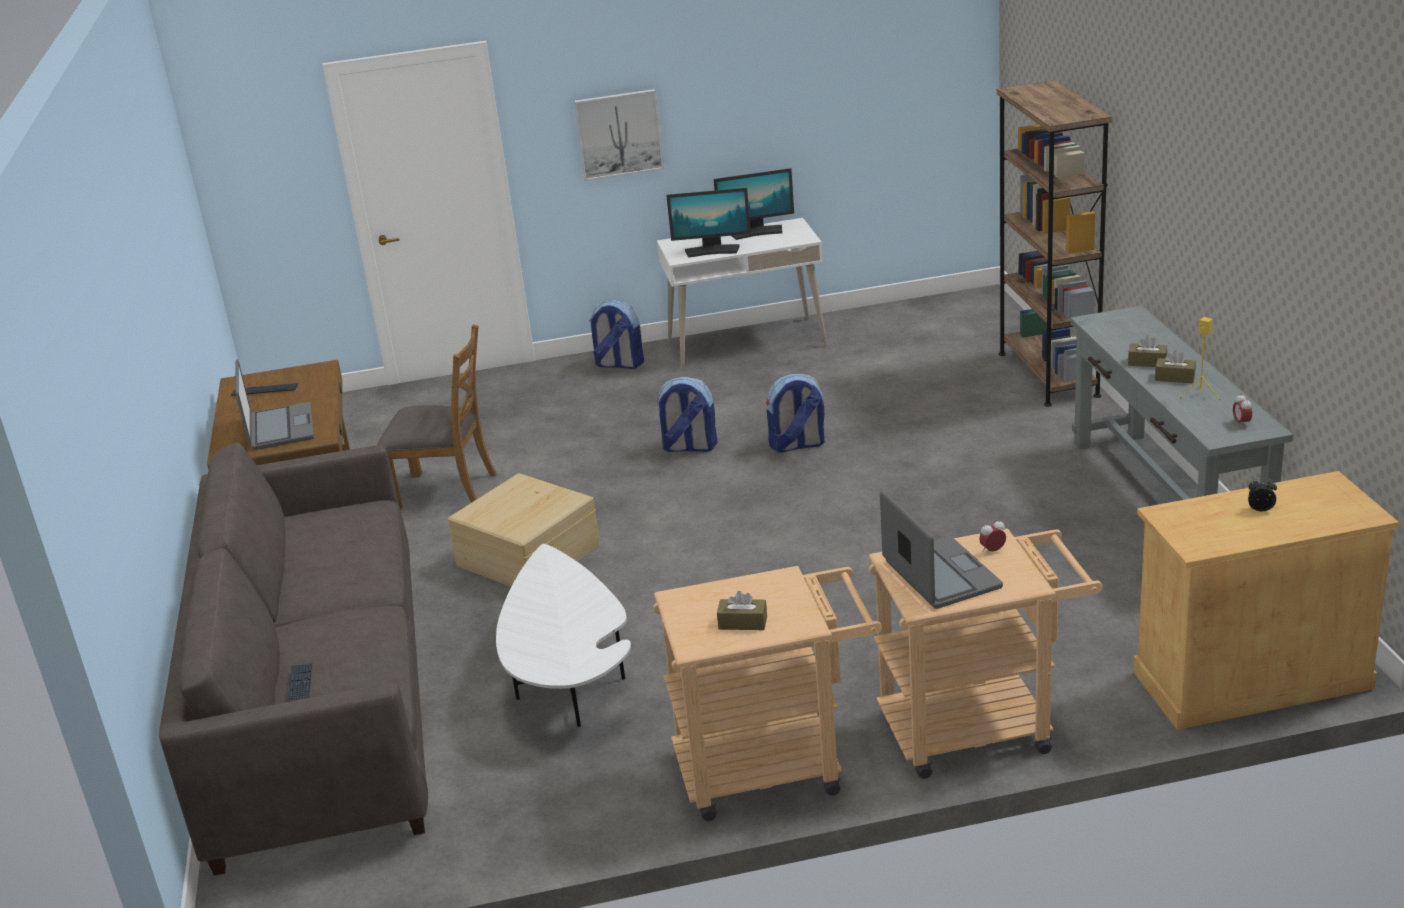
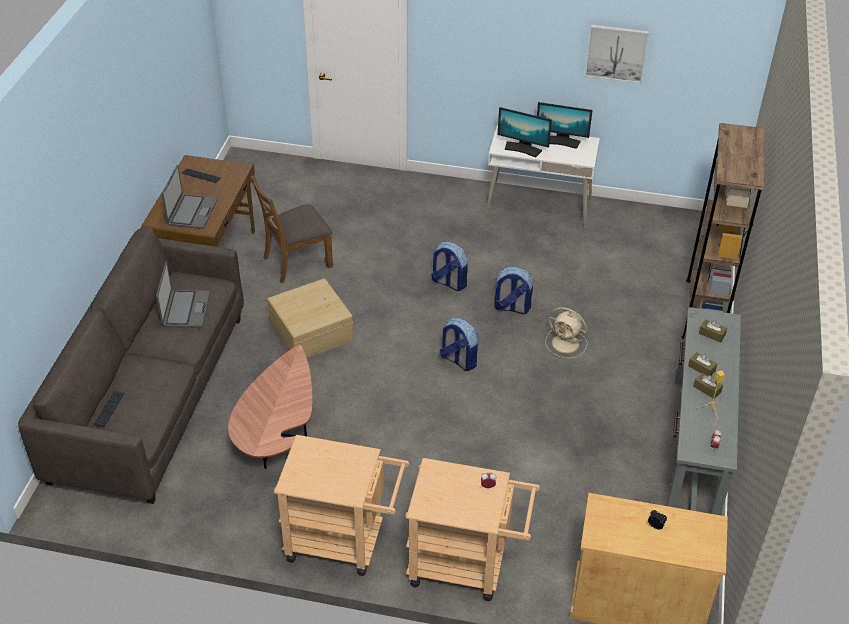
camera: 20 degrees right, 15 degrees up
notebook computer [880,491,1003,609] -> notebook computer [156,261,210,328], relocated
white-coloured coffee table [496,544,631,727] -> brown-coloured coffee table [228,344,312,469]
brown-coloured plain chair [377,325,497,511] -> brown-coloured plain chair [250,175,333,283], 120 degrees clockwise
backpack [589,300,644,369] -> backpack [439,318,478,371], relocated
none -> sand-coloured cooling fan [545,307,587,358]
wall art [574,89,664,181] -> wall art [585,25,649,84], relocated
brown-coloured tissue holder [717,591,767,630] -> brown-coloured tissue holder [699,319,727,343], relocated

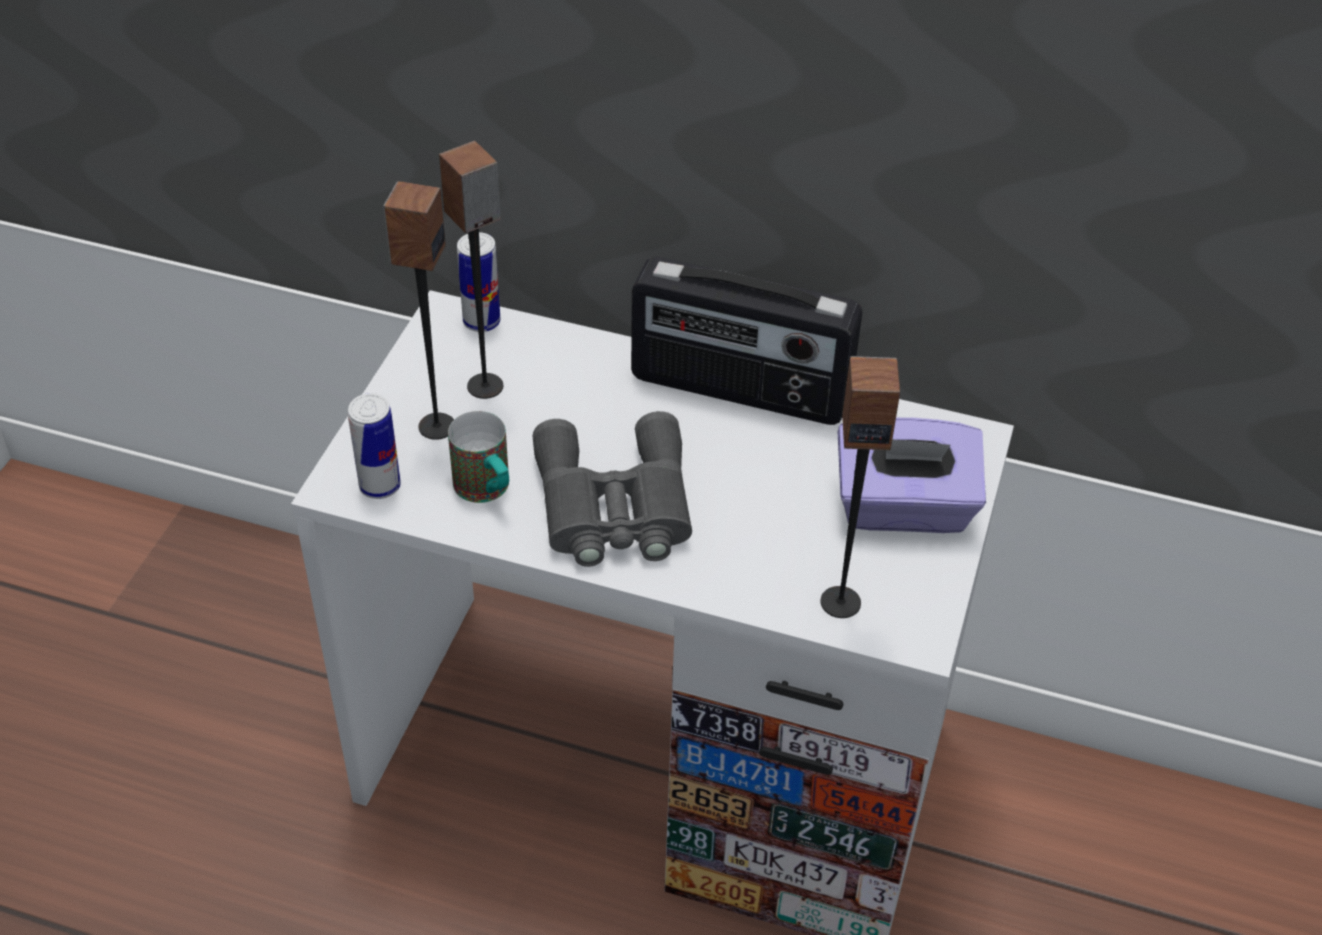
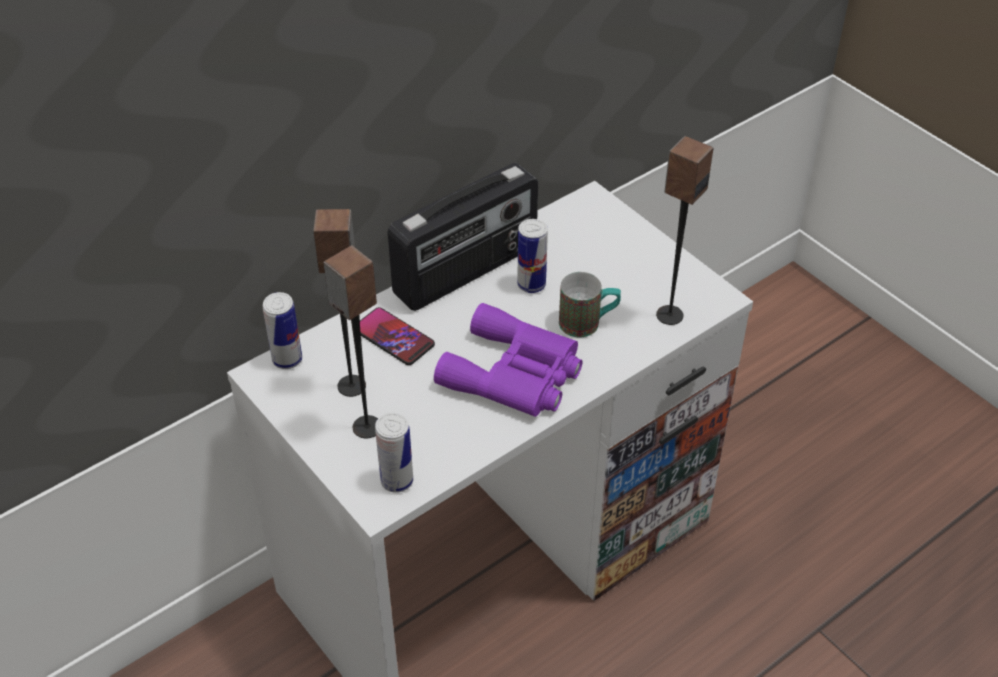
camera: 55 degrees left, 0 degrees up
none -> handset [360,307,435,365]
gray pair of binoculars [533,411,692,567] -> purple pair of binoculars [434,303,582,417]
none -> sealed can [517,219,548,293]
mug [448,411,509,503] -> mug [559,272,621,337], relocated
purple tissue holder [838,417,986,533] -> none

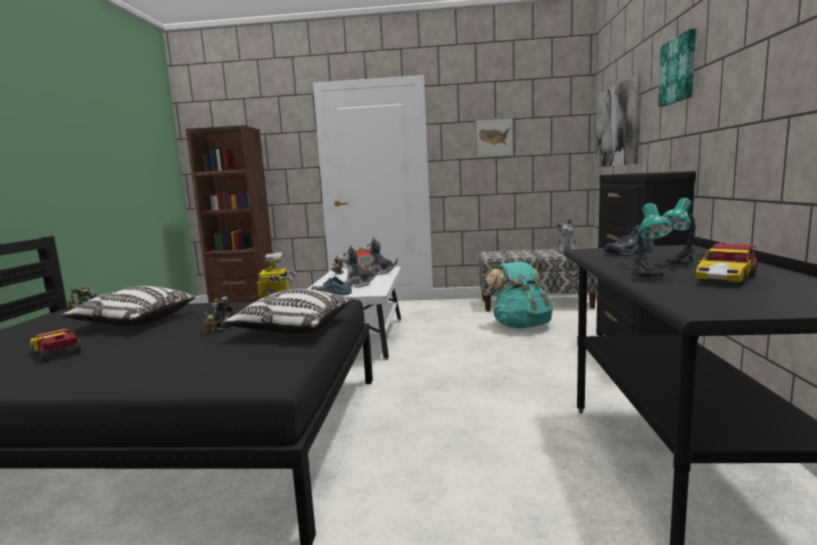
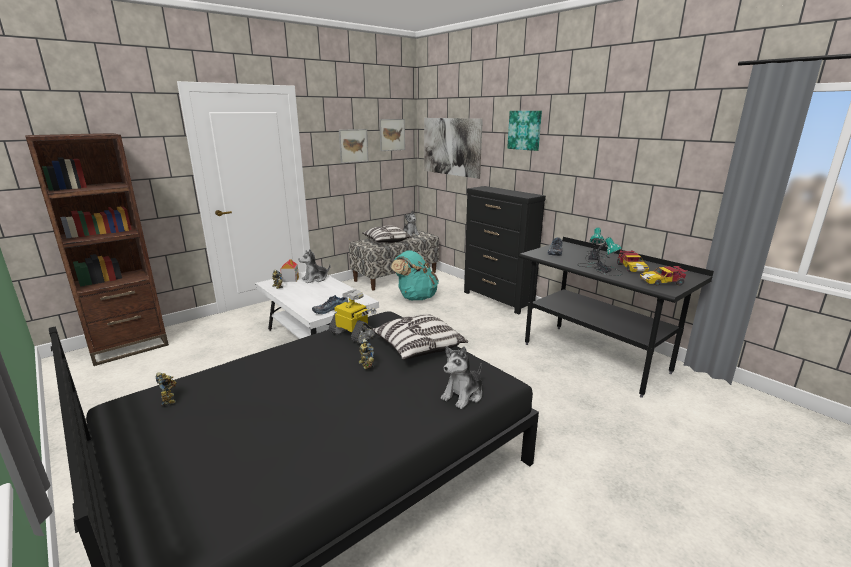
camera: 45 degrees left, 10 degrees up
pillow [61,286,196,326] -> pillow [362,225,412,243], relocated
none -> wall art [379,119,405,151]
soft toy [337,245,378,288] -> soft toy [441,346,482,409], relocated
miniature car [29,329,81,361] -> miniature car [640,266,688,286], relocated

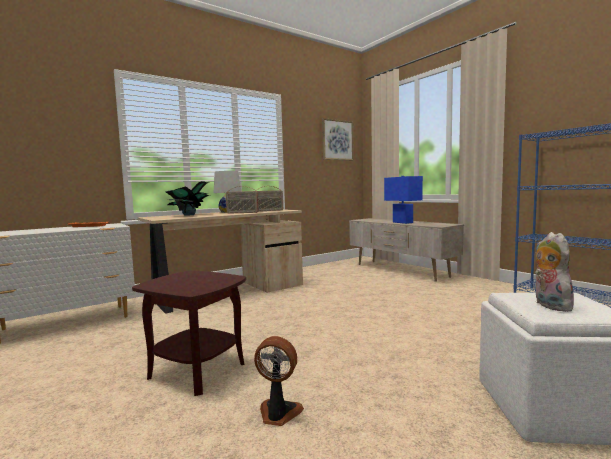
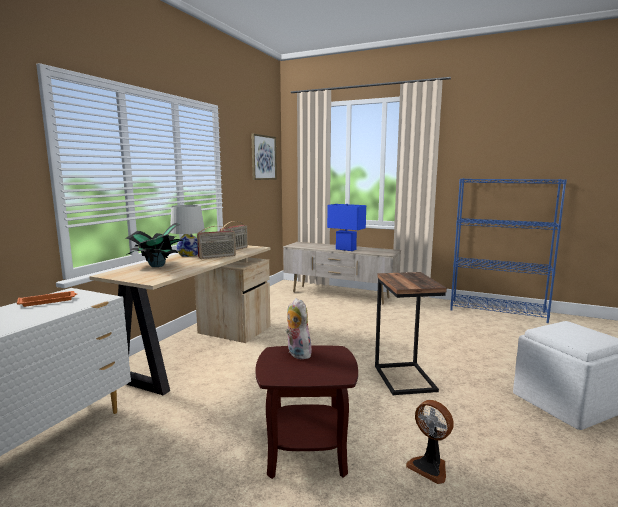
camera: 30 degrees left, 5 degrees up
soft toy [535,232,578,312] -> soft toy [286,298,312,359], relocated
none -> end table [375,272,447,395]
cooling fan [254,336,304,426] -> cooling fan [406,400,454,484], 120 degrees counterclockwise

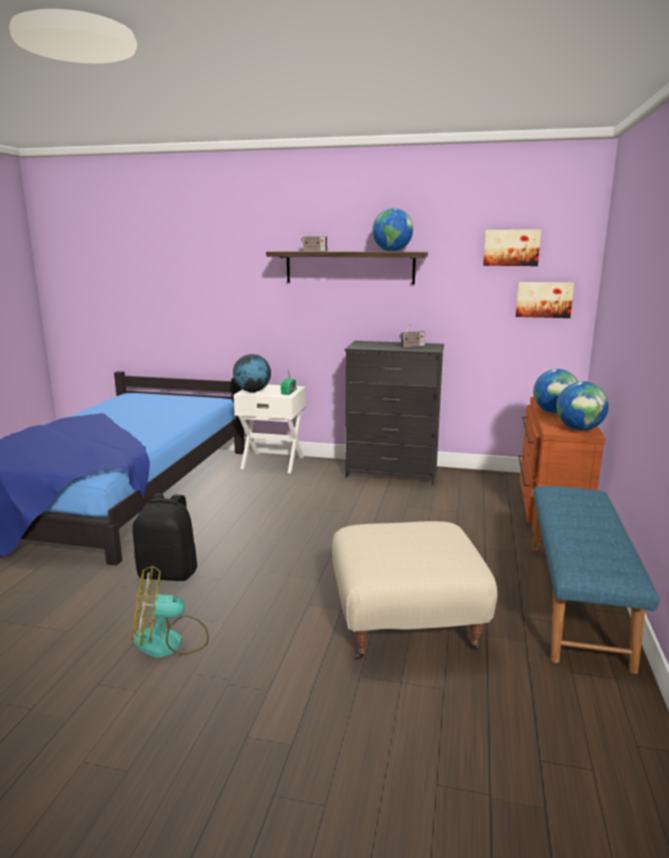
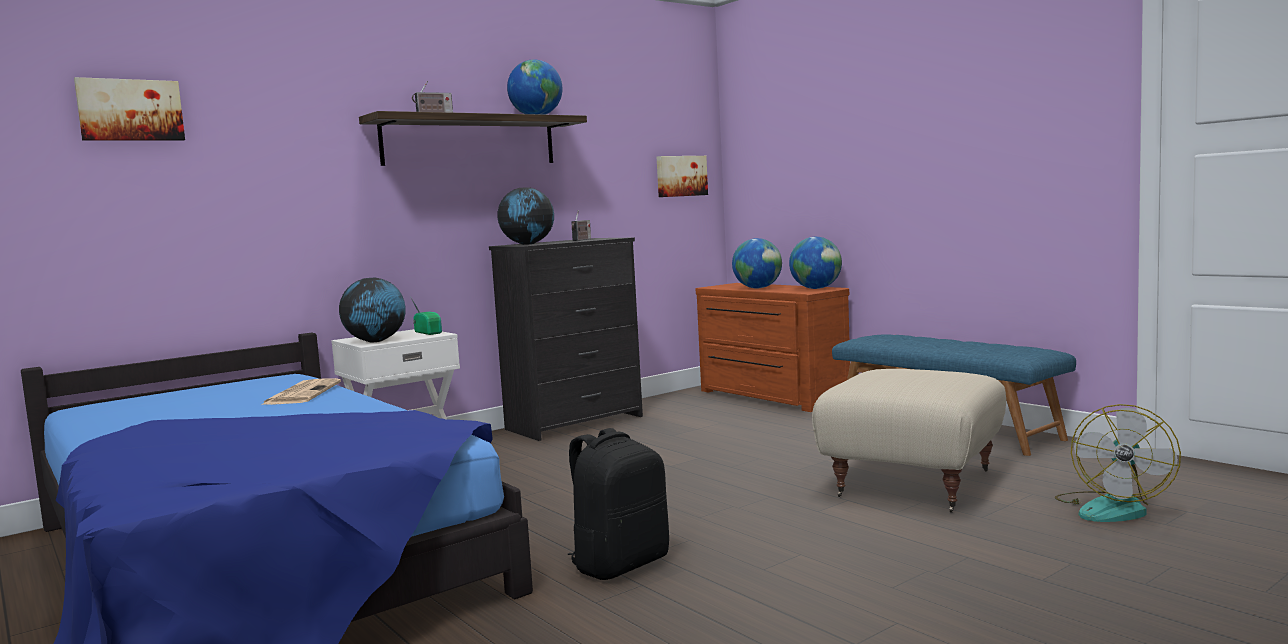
camera: 50 degrees left, 10 degrees down
wall art [483,230,541,266] -> wall art [74,77,185,141], relocated
none -> newspaper [261,378,341,405]
none -> globe [497,187,554,245]
cooling fan [132,566,209,658] -> cooling fan [1055,404,1181,522], relocated

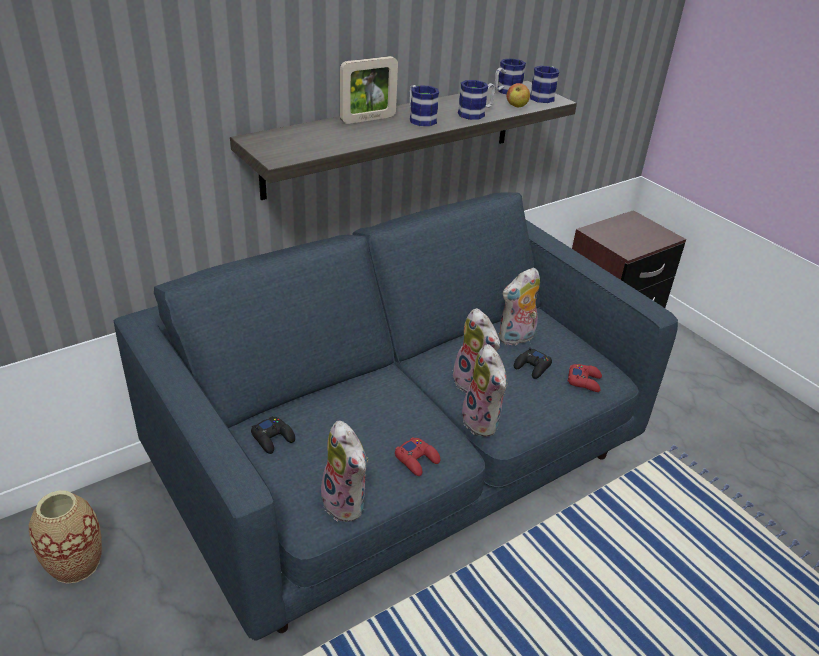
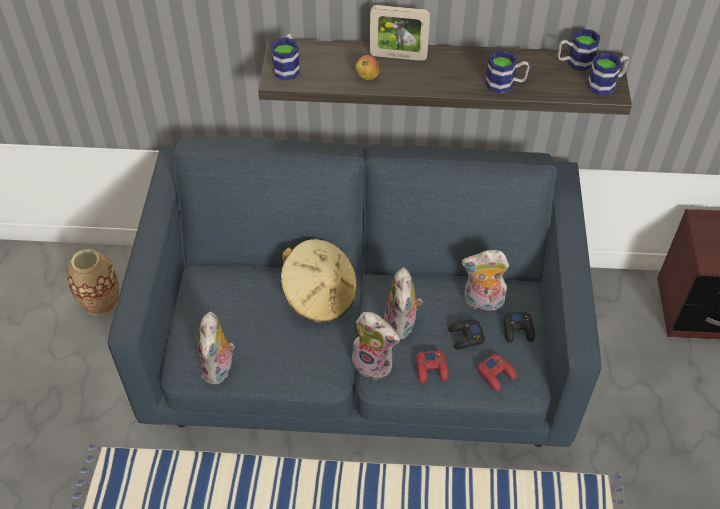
camera: 40 degrees right, 15 degrees up
mug [410,85,439,126] -> mug [271,33,300,80], relocated
none -> sand-coloured clothing hat [281,239,357,323]
soft toy [462,344,507,437] -> soft toy [352,312,400,380], 75 degrees counterclockwise
whole apple [507,83,530,107] -> whole apple [355,55,379,80], relocated
red-coloured joypad [395,437,440,476] -> red-coloured joypad [416,350,449,383], relocated
blackish joypad [251,416,295,454] -> blackish joypad [503,312,535,343], relocated

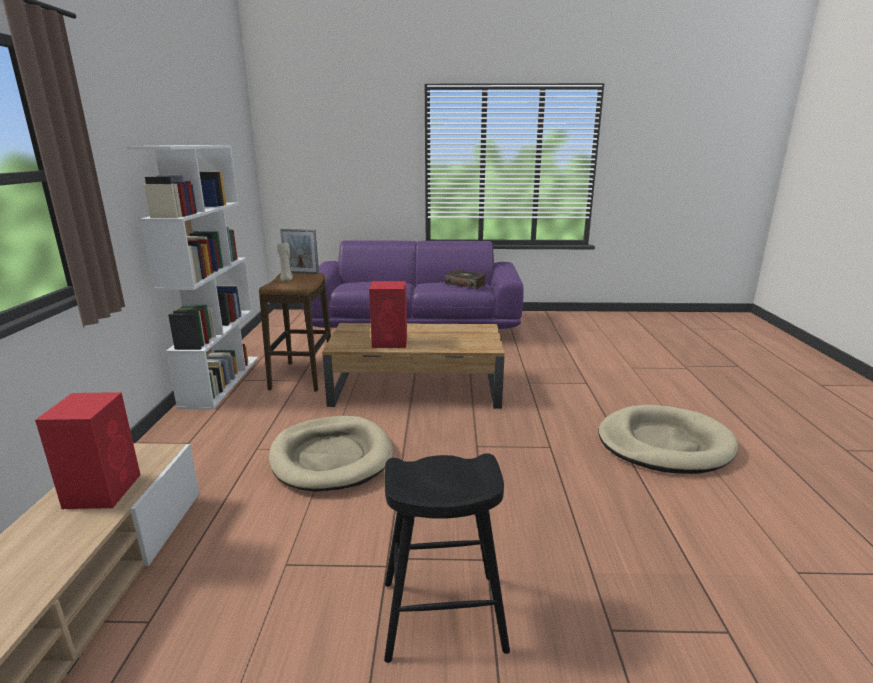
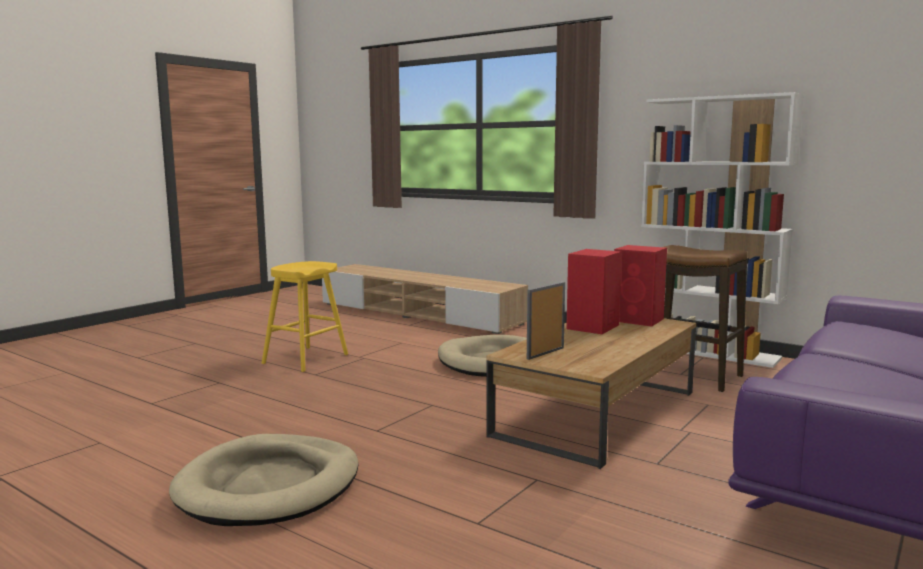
camera: 125 degrees right, 10 degrees down
blackish stool seat [384,453,510,663] -> yellow stool seat [262,261,348,372]
photo frame [280,229,319,274] -> photo frame [527,282,565,360], relocated
red-coloured loudspeaker [35,392,140,509] -> red-coloured loudspeaker [614,245,667,326], relocated
sand-coloured wax candle [277,242,293,281] -> none
bound book [445,270,486,289] -> none

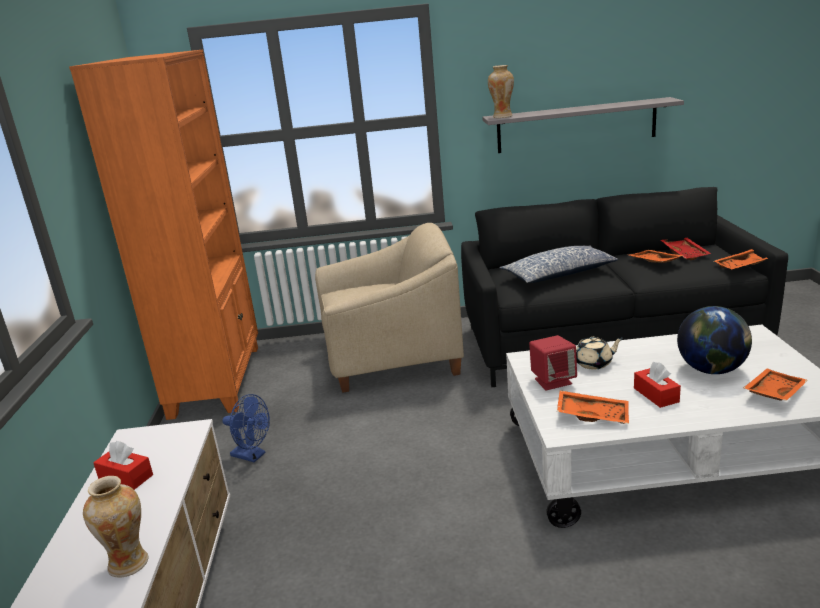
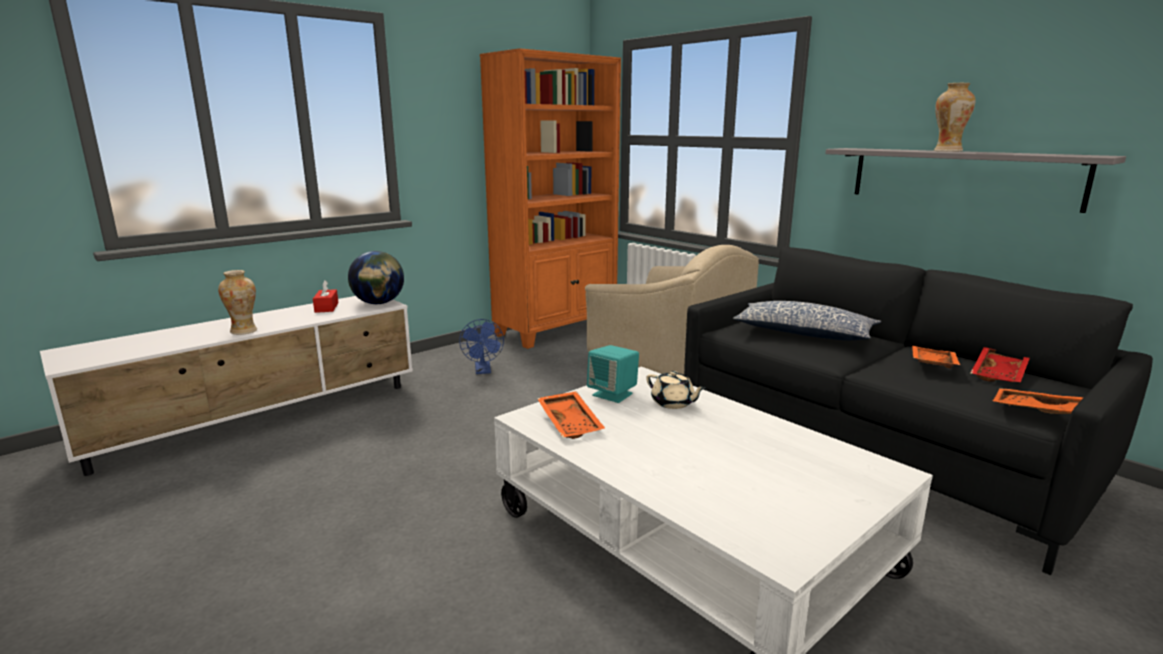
camera: 50 degrees right, 5 degrees down
globe [677,306,752,374] -> globe [348,251,404,304], relocated
red-coloured loudspeaker [529,335,577,390] -> turquoise loudspeaker [587,345,639,403]
decorative vase [488,65,514,118] -> decorative vase [934,83,976,152], relocated
red-coloured tissue holder [634,362,681,408] -> none
orangey serving tray [743,369,808,401] -> none

